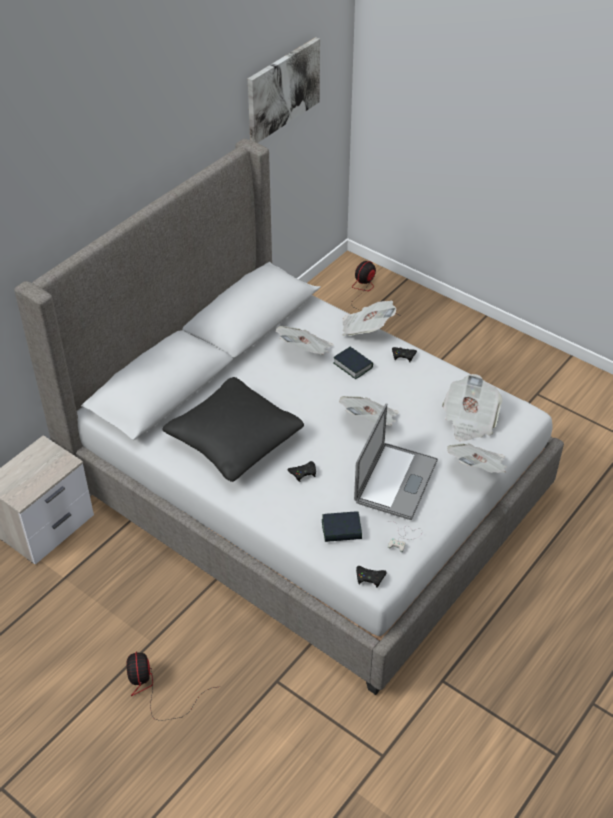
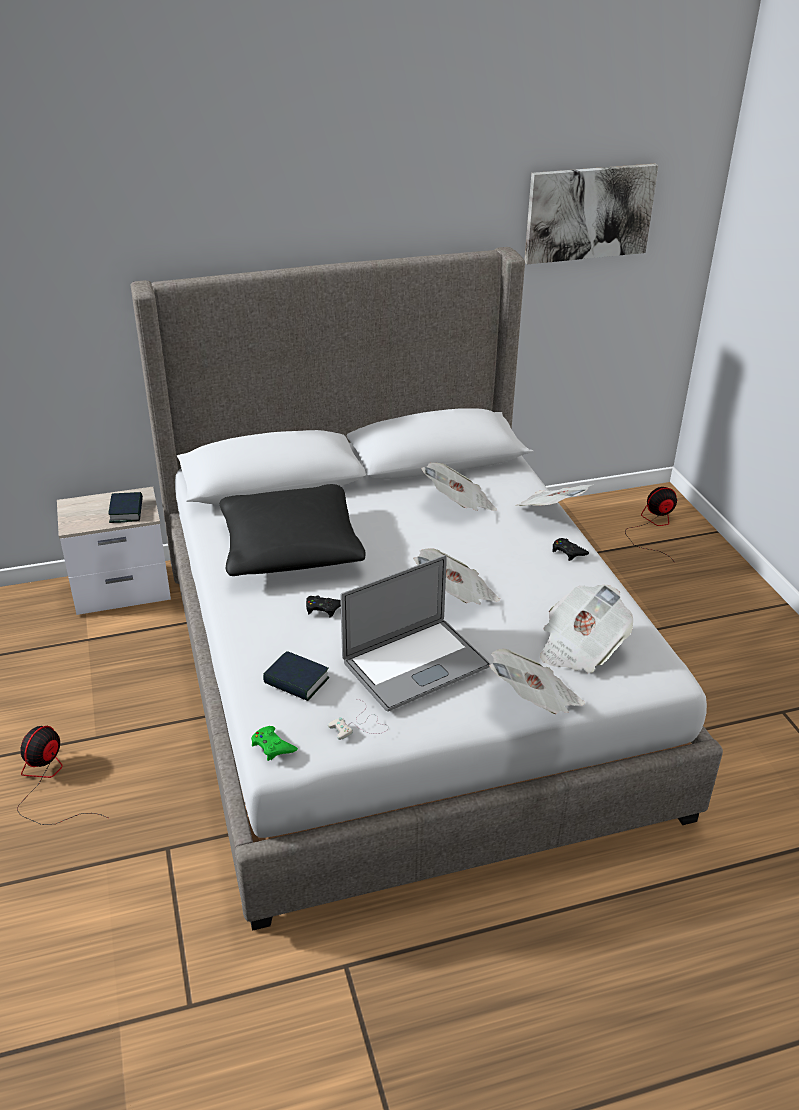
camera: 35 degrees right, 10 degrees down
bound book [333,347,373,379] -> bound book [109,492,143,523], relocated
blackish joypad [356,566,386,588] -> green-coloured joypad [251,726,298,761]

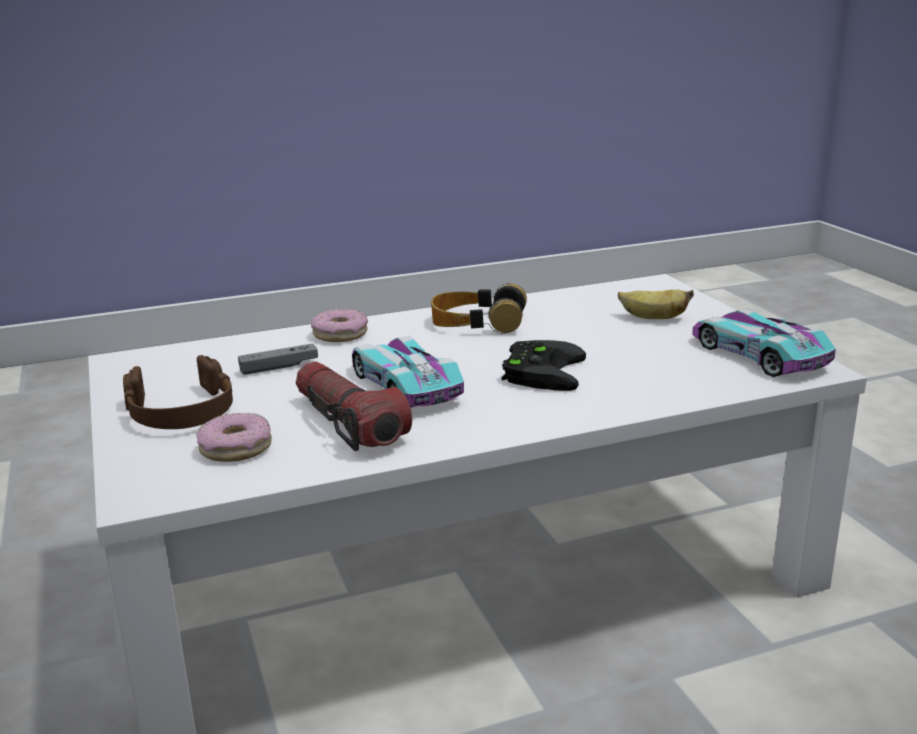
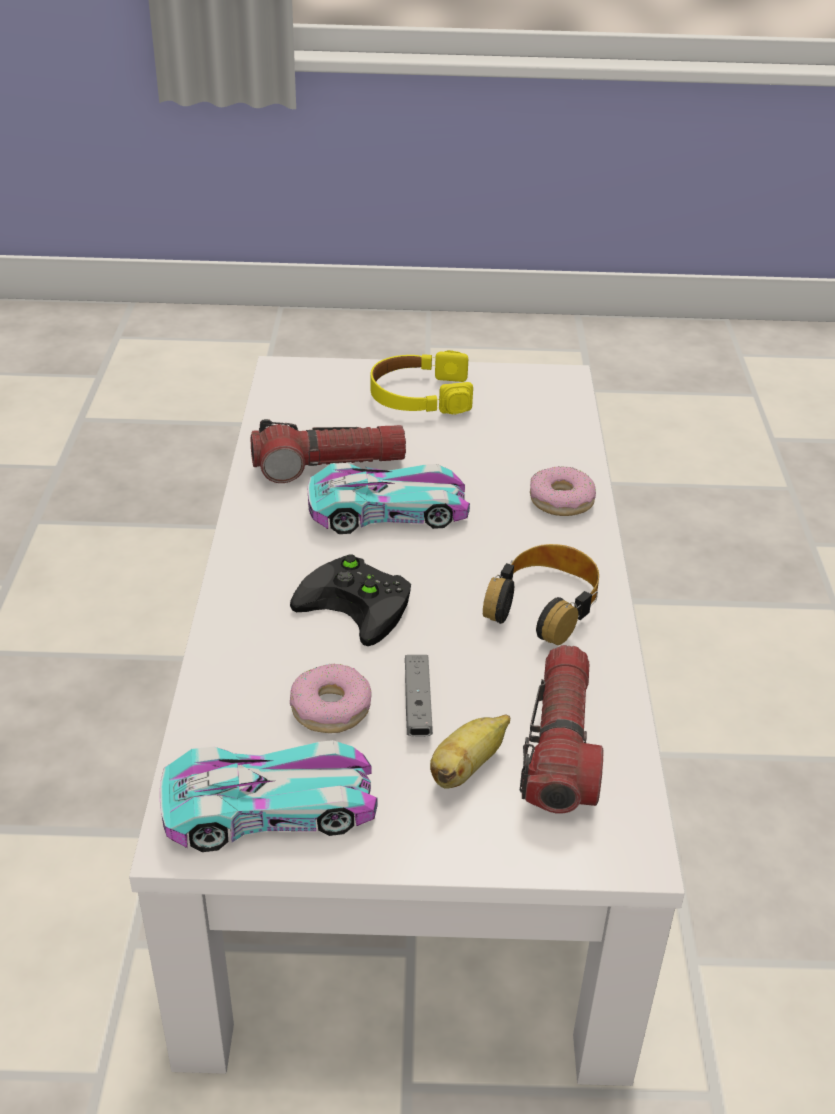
camera: 110 degrees right, 15 degrees up
ring doughnut [196,413,272,462] -> ring doughnut [290,664,371,733], relocated
brown-coloured pair of headphones [123,355,233,429] -> yellow pair of headphones [371,350,473,415]
gray joypad [238,343,318,375] -> gray joypad [405,655,433,737], relocated
none -> torch [520,645,604,814]

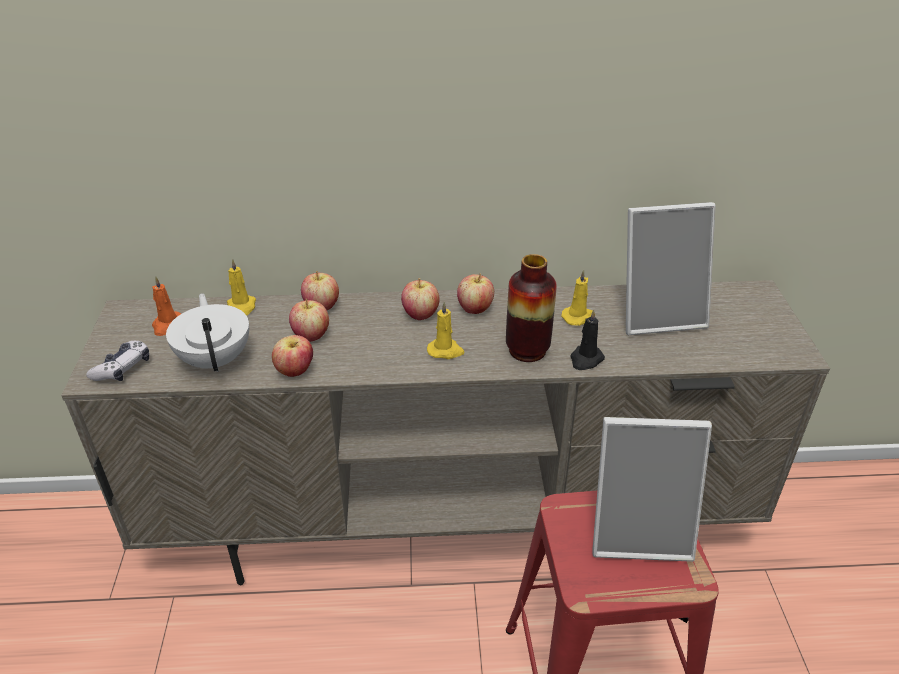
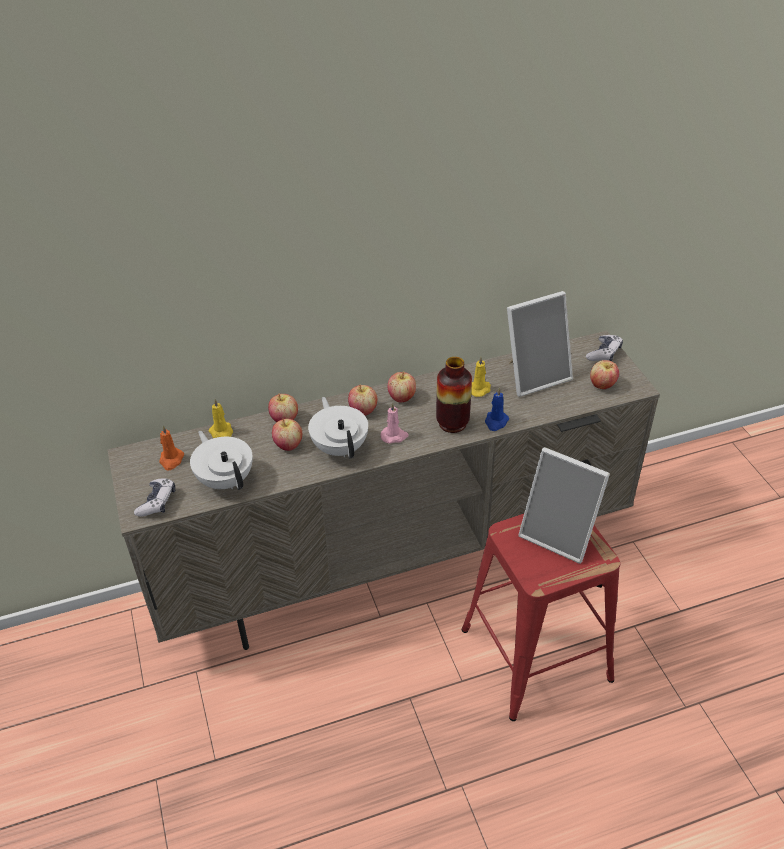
camera: 15 degrees left, 5 degrees up
none -> white-coloured pot for tea [308,397,368,459]
yellow wax candle [427,302,465,359] -> pinkish wax candle [380,402,409,444]
blackish wax candle [570,309,605,370] -> blue-coloured wax candle [485,387,509,431]
photo frame [592,417,712,562] -> photo frame [518,447,610,564], 45 degrees clockwise
none -> joypad [586,335,623,361]
whole apple [272,335,313,377] -> whole apple [590,360,619,389], relocated

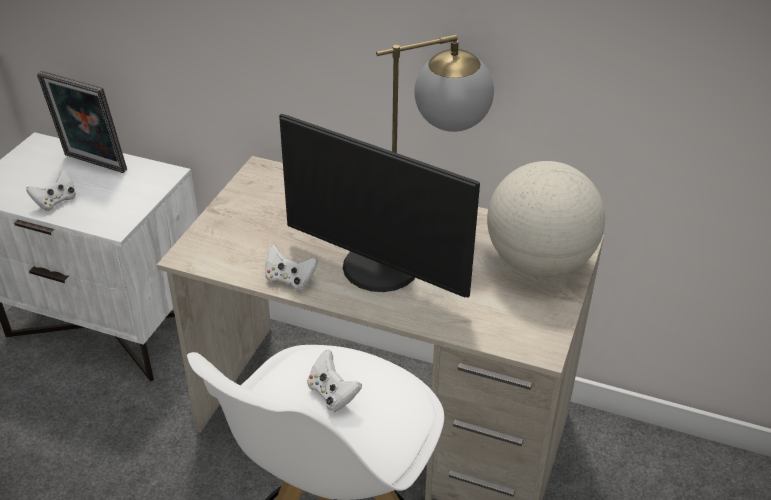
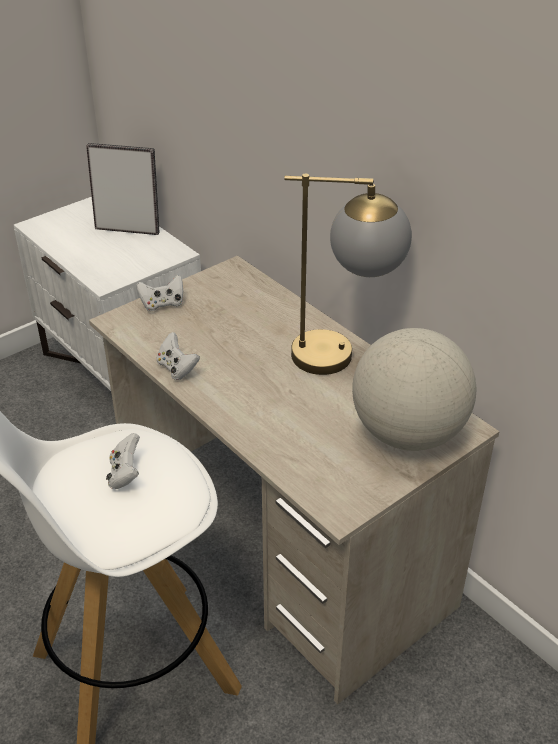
camera: 30 degrees right, 0 degrees up
photo frame [37,71,127,173] -> photo frame [86,143,160,235], 135 degrees clockwise
white-coloured joypad [26,170,76,211] -> white-coloured joypad [137,275,183,311], relocated
computer display [279,114,480,298] -> none

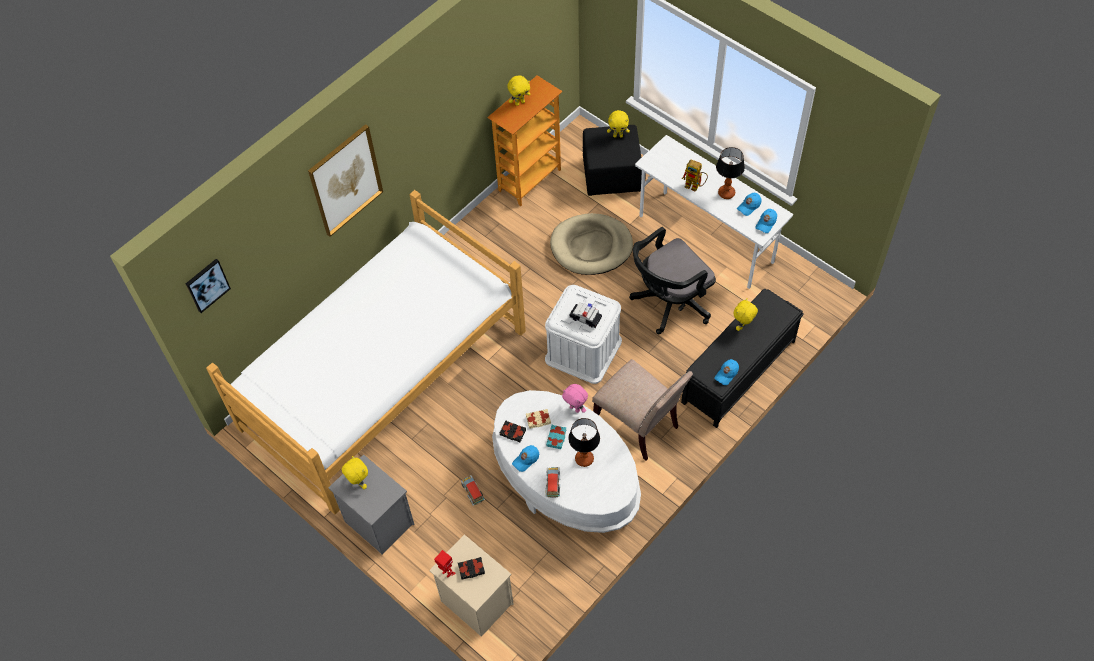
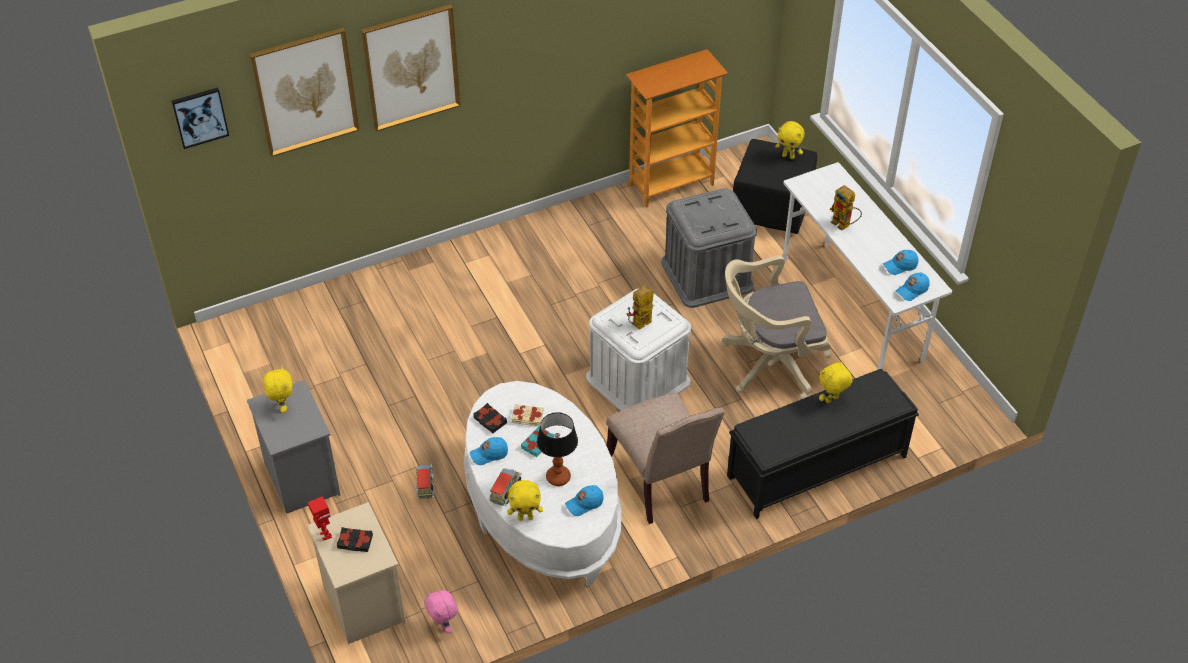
camera: 20 degrees right, 10 degrees down
none -> wall art [250,28,359,157]
pinkish soft toy [562,384,588,413] -> pinkish soft toy [424,590,458,634], relocated
yellow soft toy [507,75,530,106] -> yellow soft toy [507,480,543,521], relocated
blue-coloured peaked cap [715,359,739,385] -> blue-coloured peaked cap [565,485,604,516], relocated
miniature car [570,302,602,328] -> toy robot [627,285,653,330]
sand-coloured dog cushion [550,213,633,275] -> gray storage box [661,188,757,308]
blackish office chair [629,227,716,334] -> sand-coloured office chair [722,255,831,399]
sleeping bed [206,190,526,515] -> none
table lamp [716,147,745,199] -> none

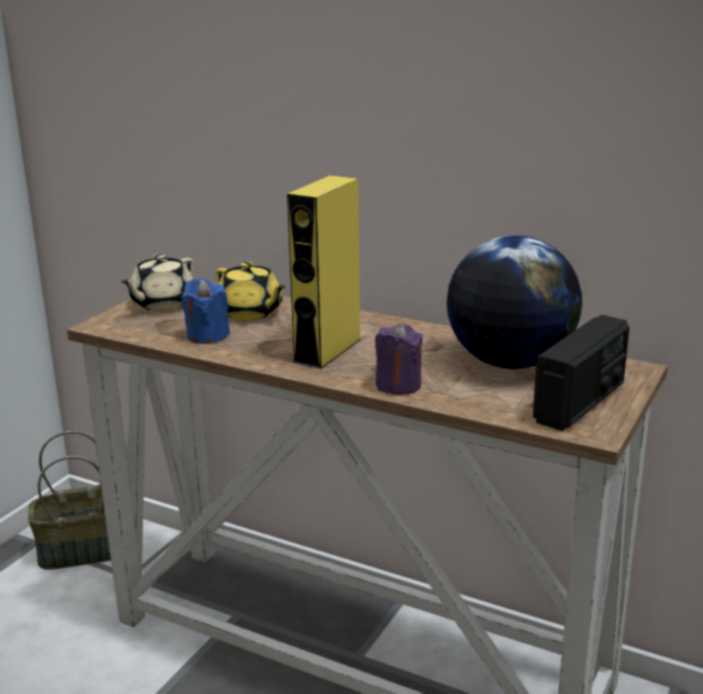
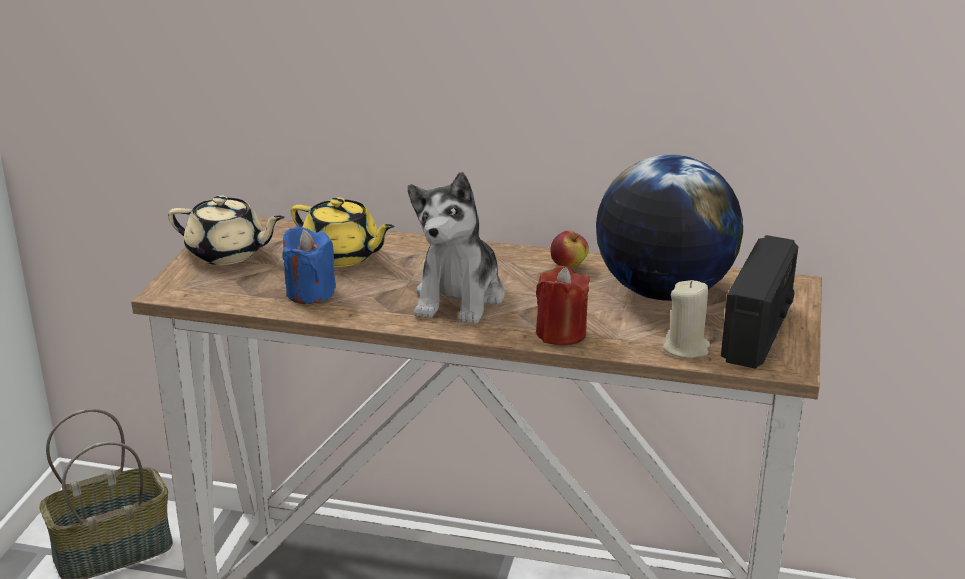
camera: 15 degrees left, 5 degrees up
sand-coloured pot for tea [121,254,194,311] -> sand-coloured pot for tea [168,195,284,265], 90 degrees counterclockwise
yellow loudspeaker [287,175,362,369] -> soft toy [408,172,504,324]
purple wax candle [375,323,423,395] -> red-coloured wax candle [536,266,590,346]
none -> whole apple [550,231,589,268]
none -> sand-coloured wax candle [663,280,710,358]

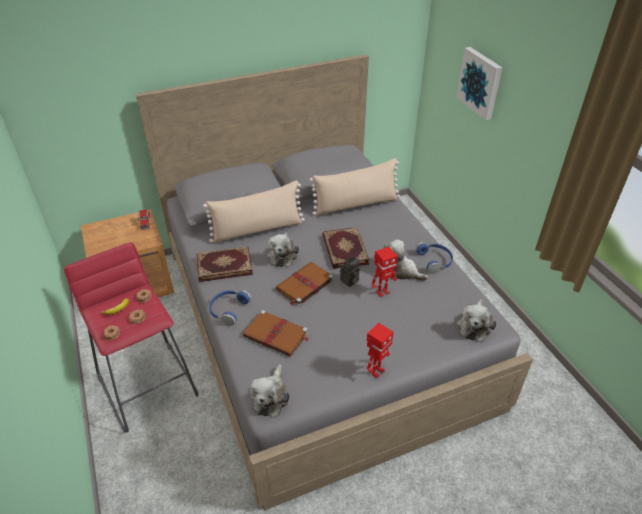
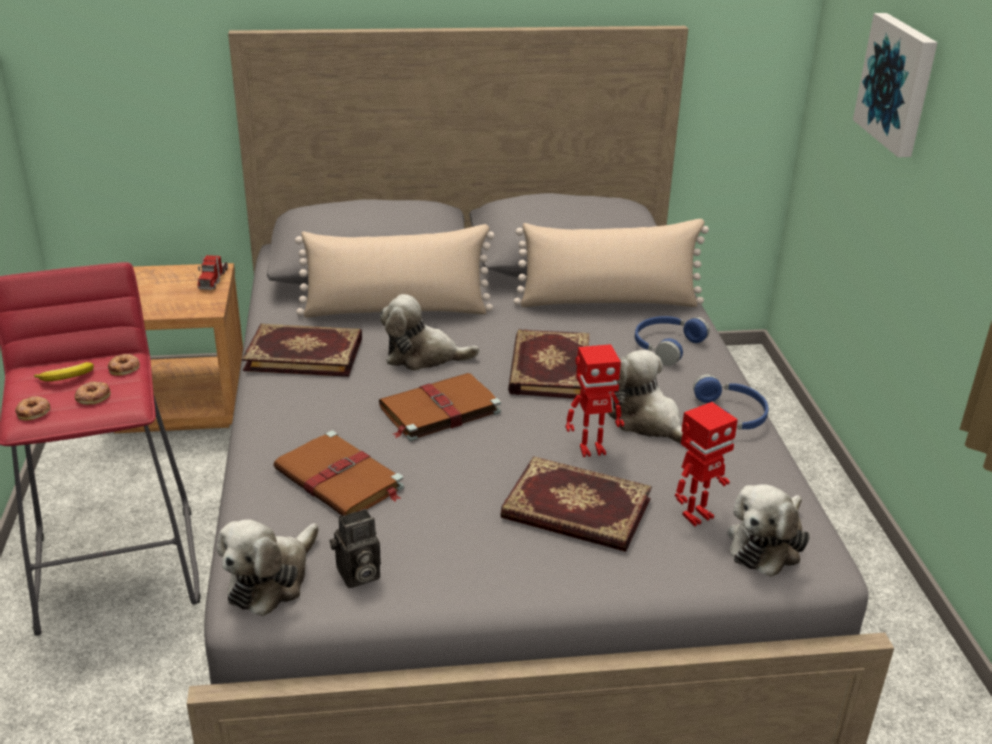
camera: 15 degrees right, 10 degrees down
still camera [340,256,360,287] -> still camera [329,509,381,588], relocated
soft toy [268,232,299,267] -> soft toy [380,294,480,371], 75 degrees clockwise
none -> bound book [501,456,652,552]
blue-coloured pair of headphones [209,290,251,326] -> blue-coloured pair of headphones [635,316,710,366], relocated
toy robot [367,323,394,379] -> toy robot [675,402,738,527], relocated

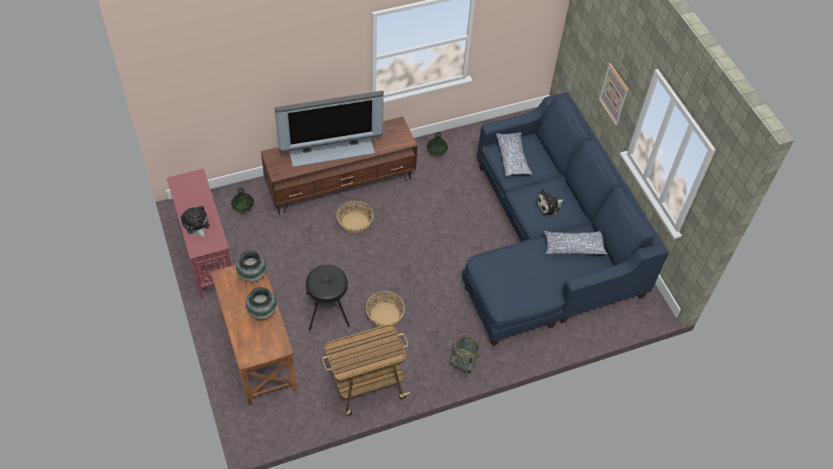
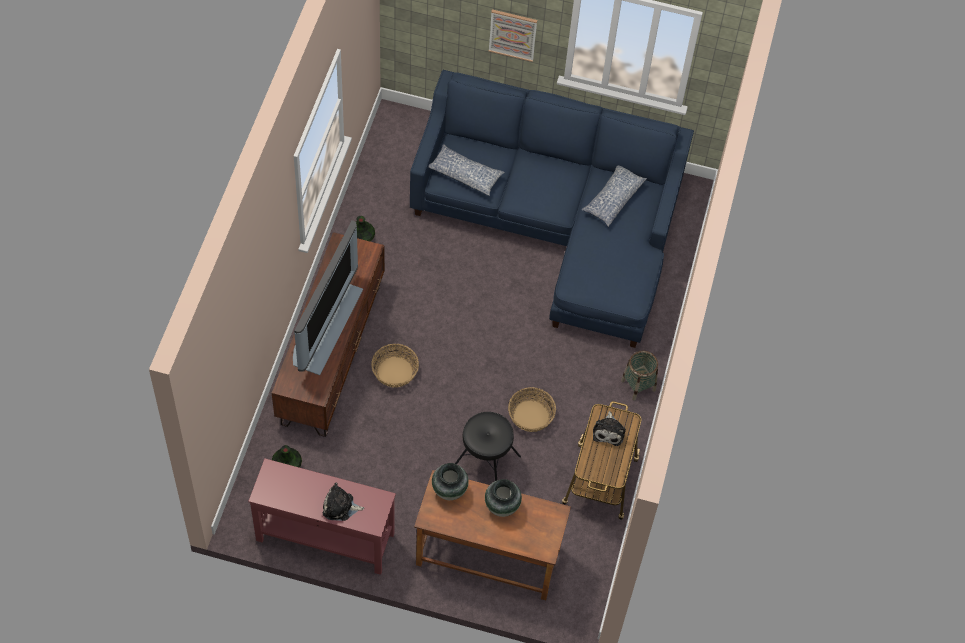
camera: 55 degrees left, 5 degrees up
soft toy [535,188,564,216] -> soft toy [593,411,626,446], relocated

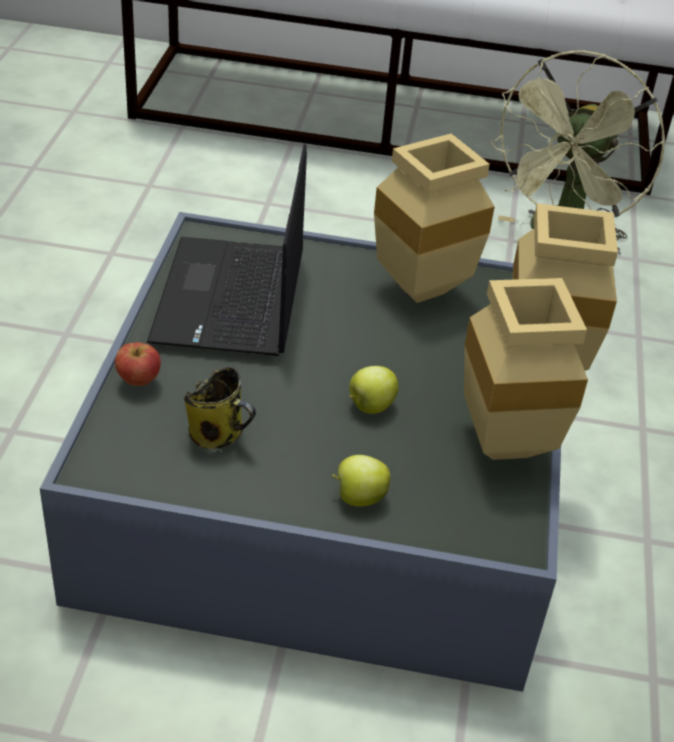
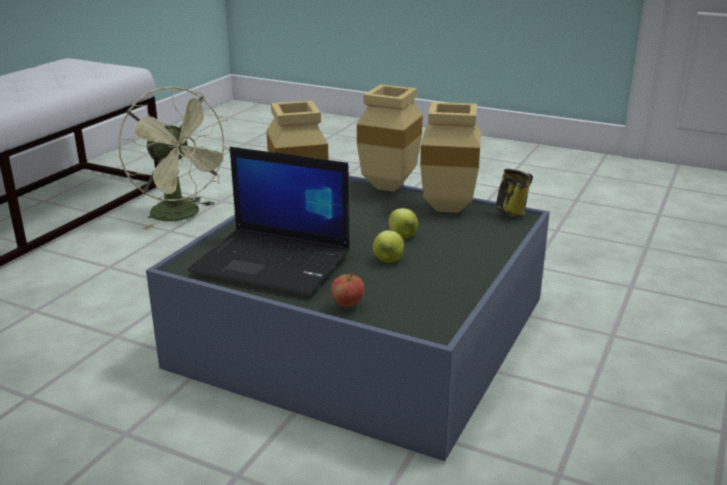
camera: 70 degrees left, 15 degrees down
whole apple [331,455,391,507] -> whole apple [373,230,404,263], relocated
mug [184,367,256,449] -> mug [495,169,533,218], relocated

